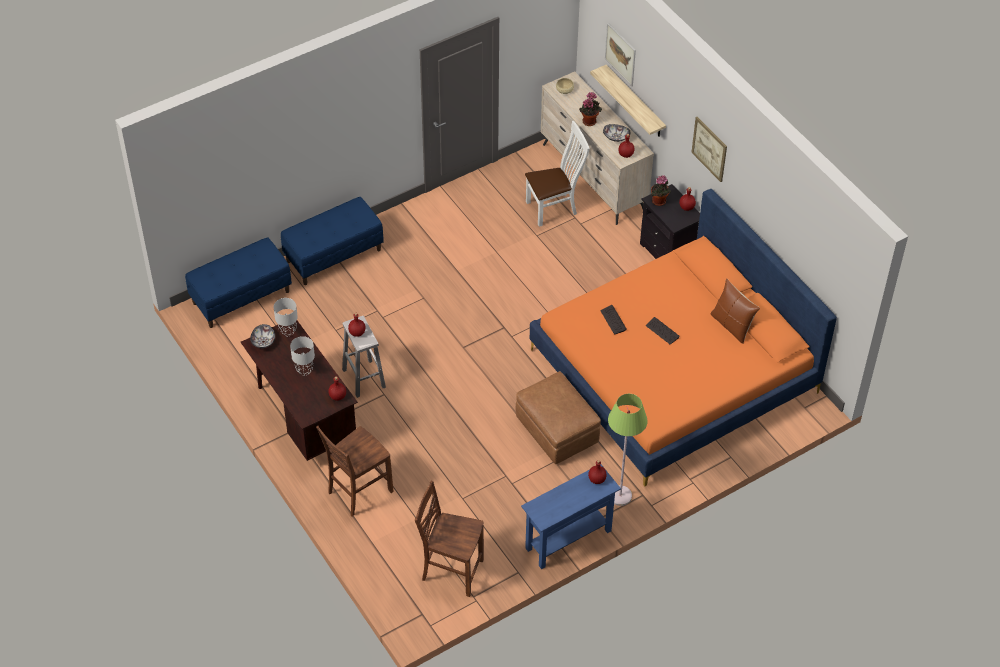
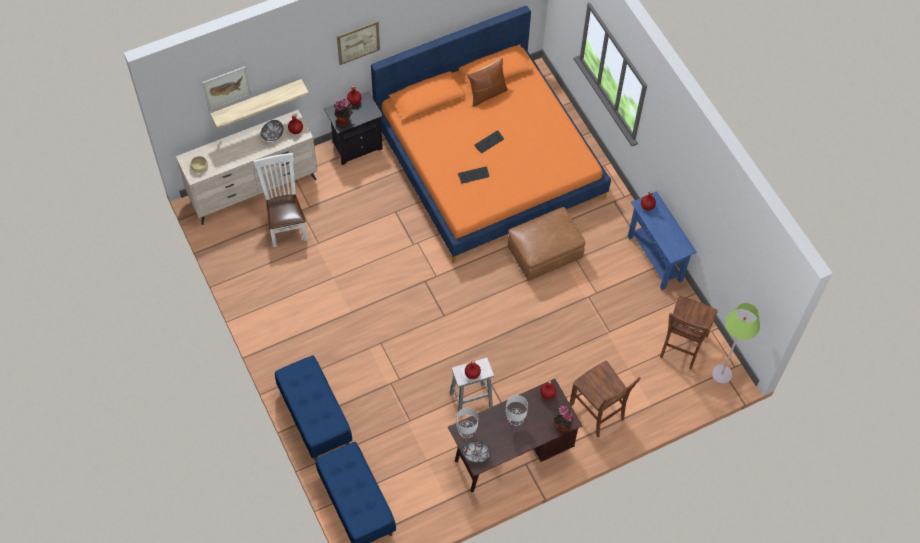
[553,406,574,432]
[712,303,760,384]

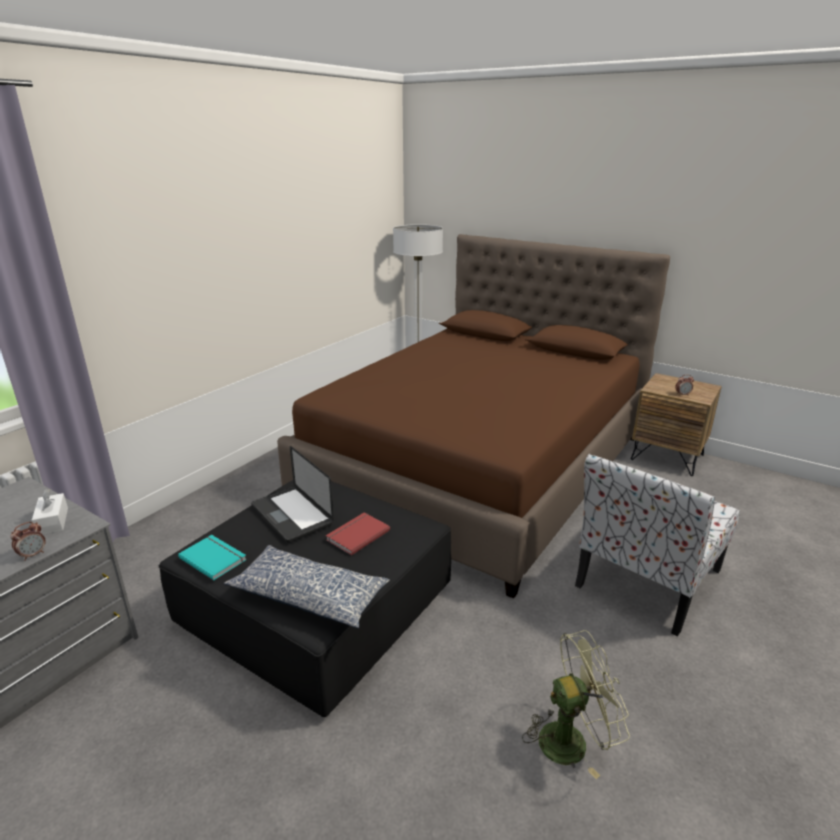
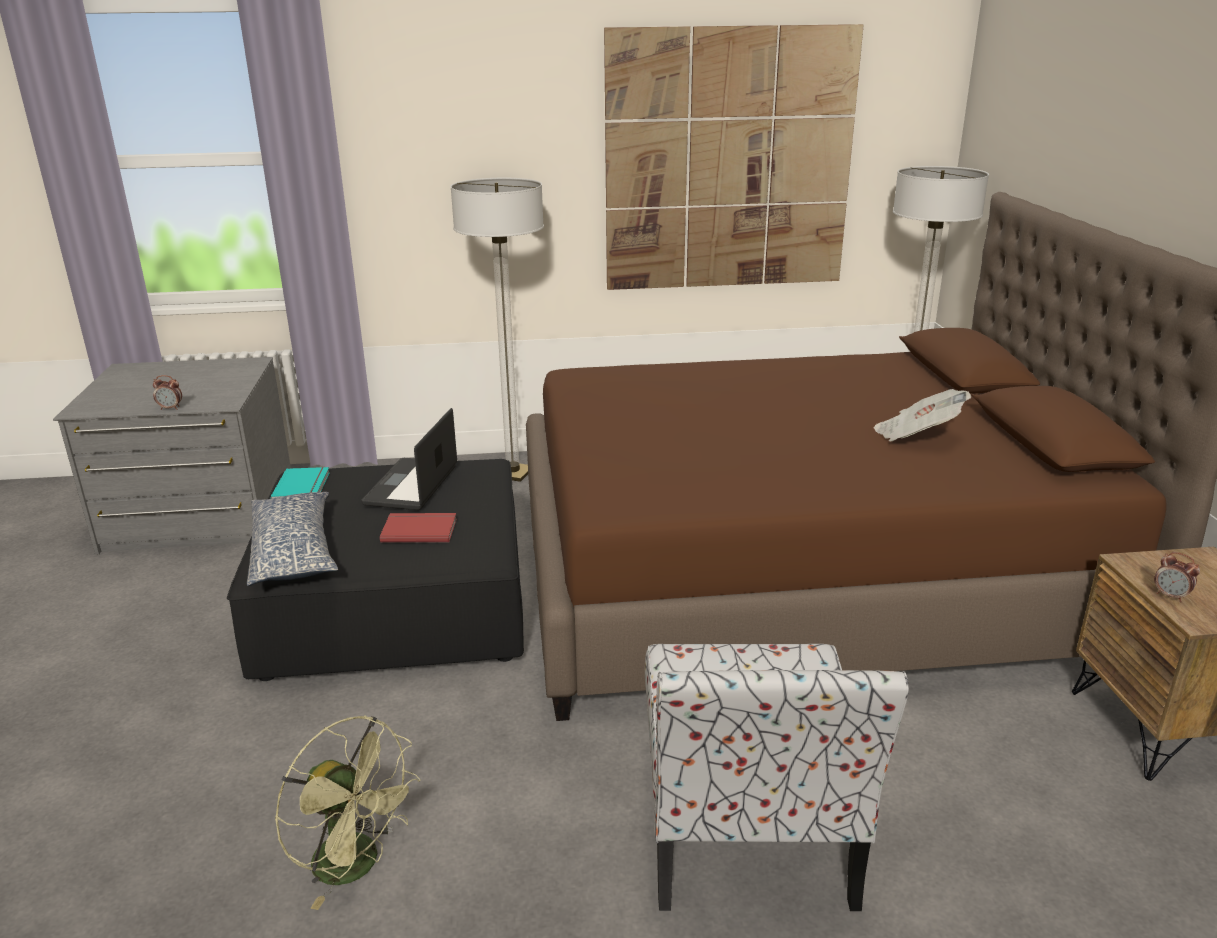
[645,644,909,911]
[32,489,68,535] (first image)
[604,24,864,290]
[450,178,544,482]
[874,389,971,441]

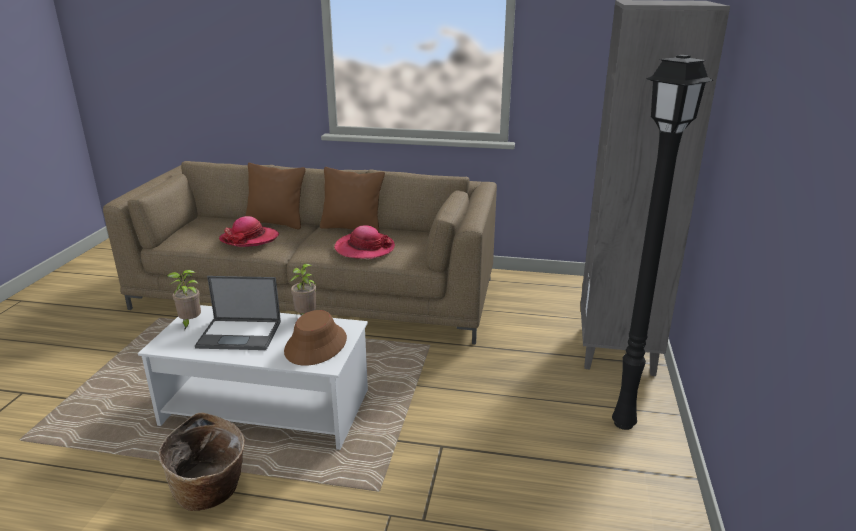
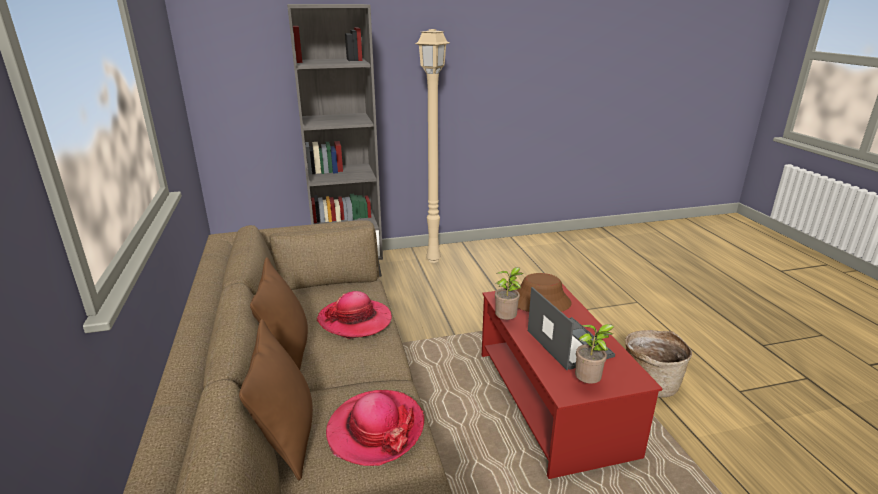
[415,29,450,263]
[482,284,663,479]

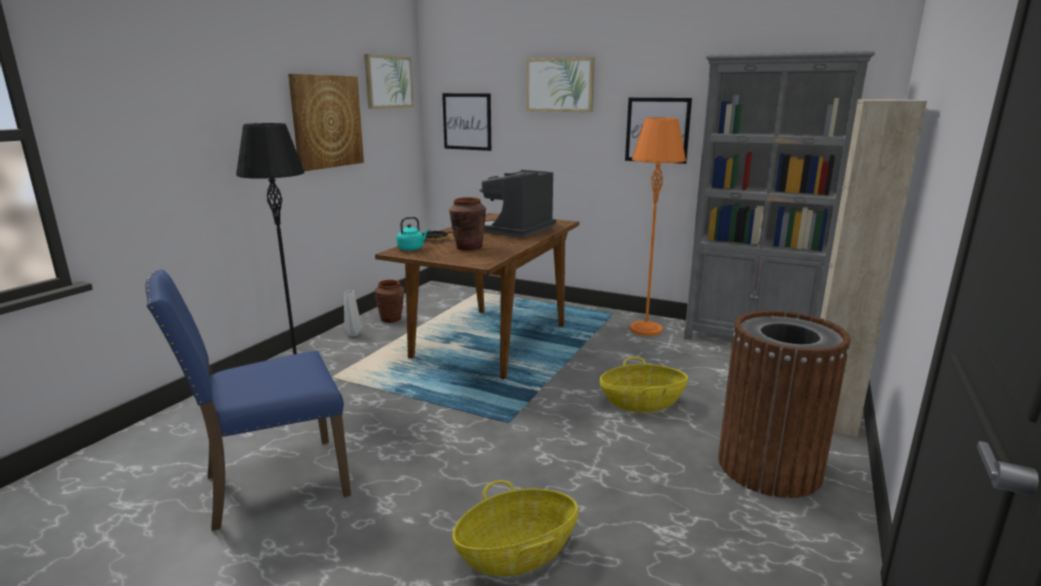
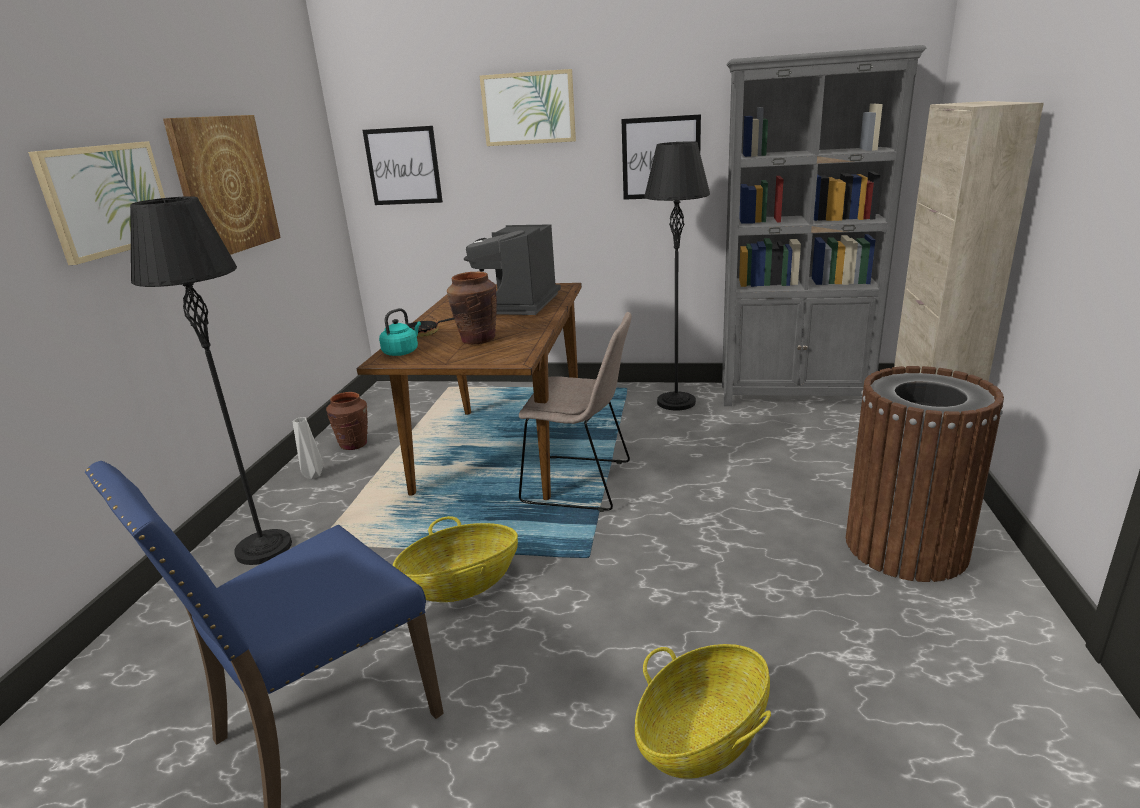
[28,141,165,265]
[644,141,710,410]
[393,516,518,602]
[519,312,632,512]

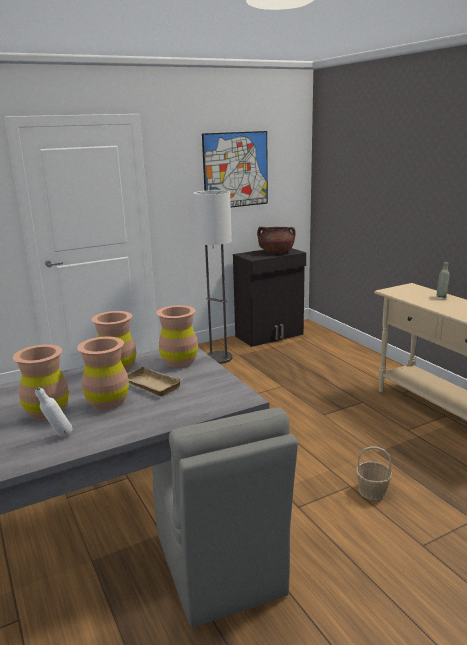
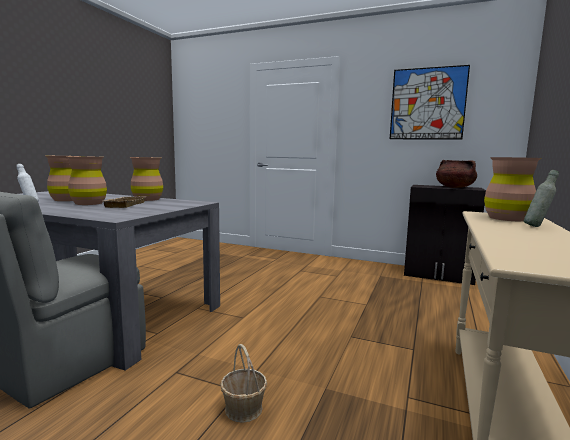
[193,190,232,364] (first image)
[484,157,541,221]

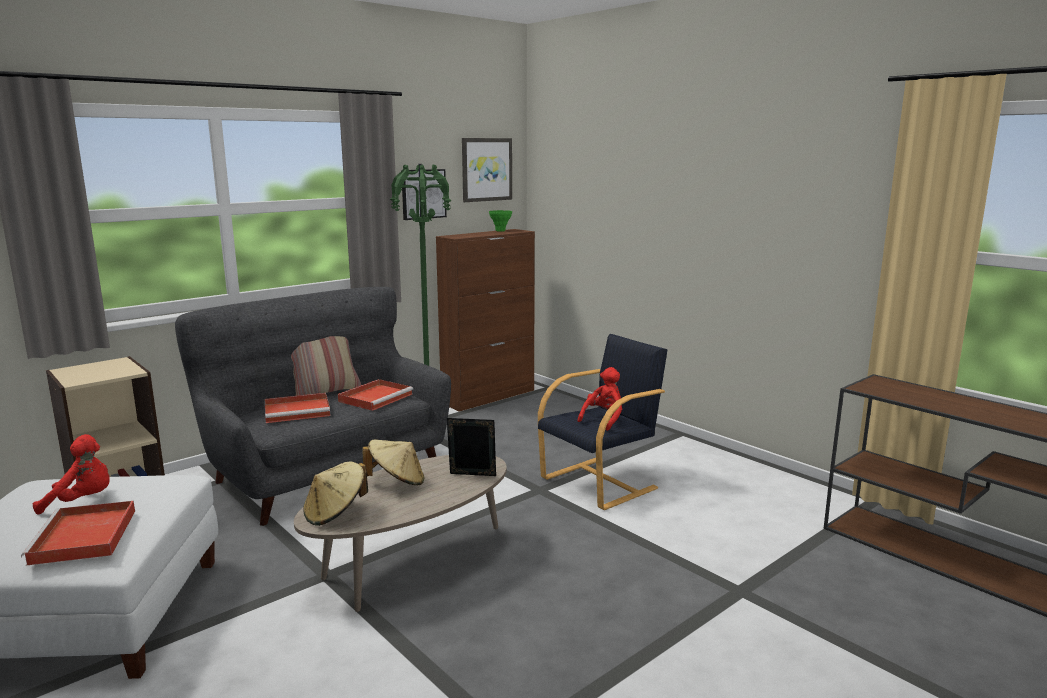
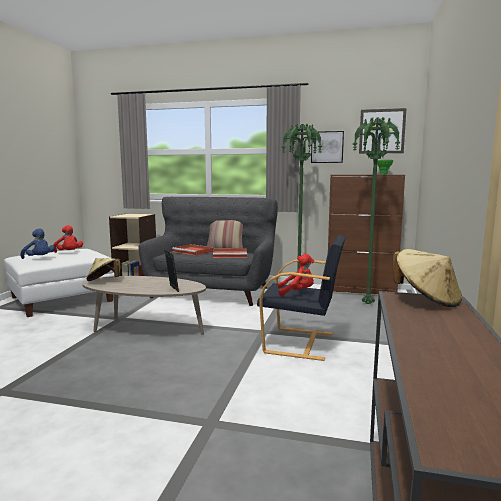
[392,249,462,307]
[21,228,55,259]
[353,117,401,304]

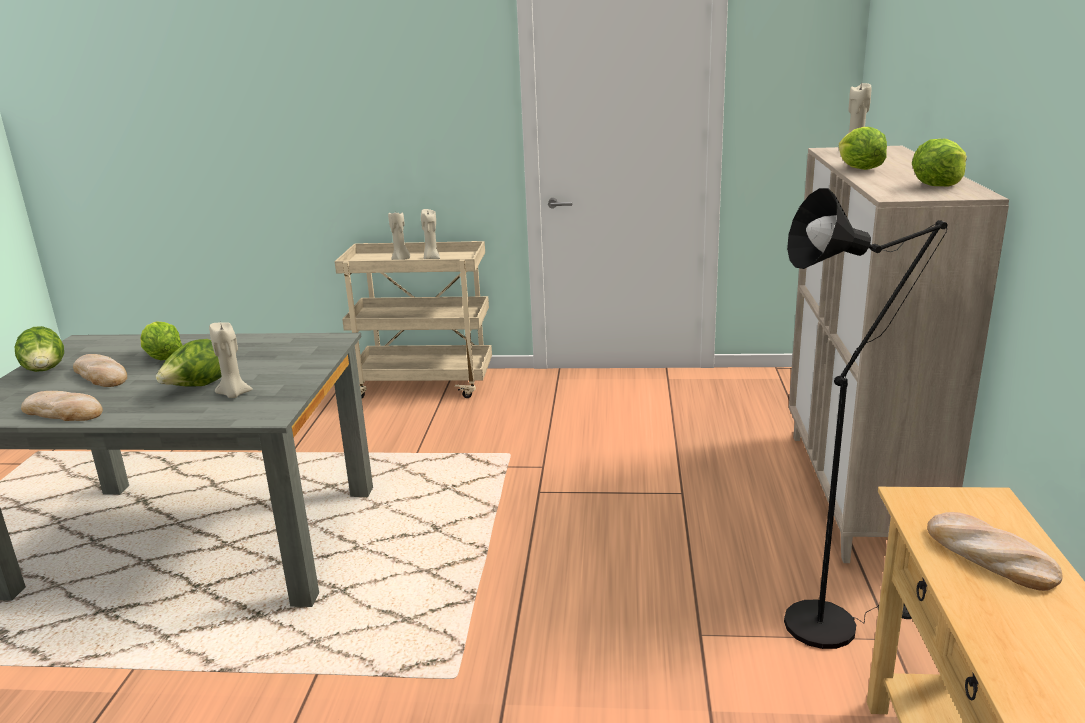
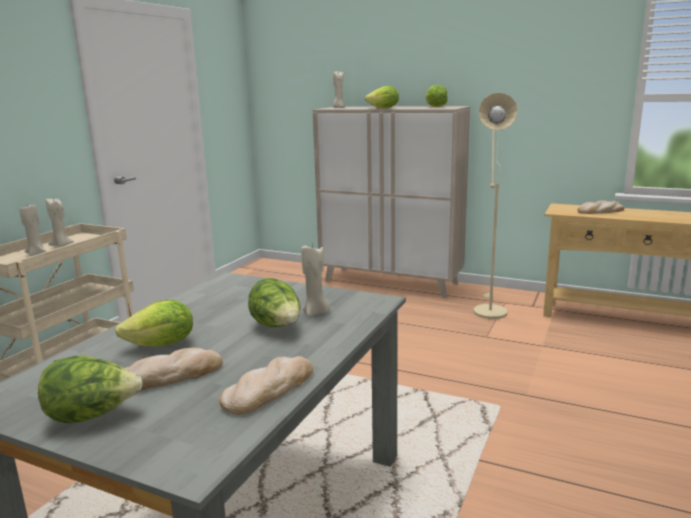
[473,92,518,319]

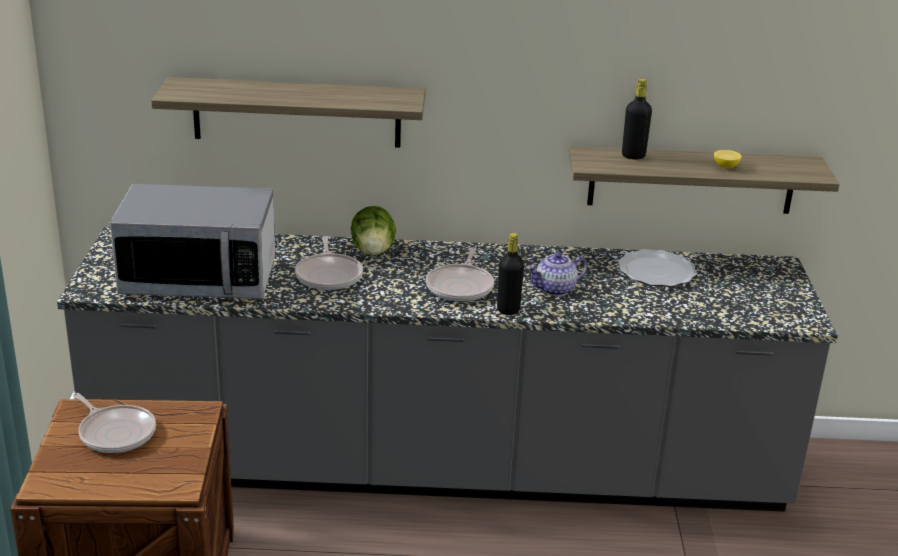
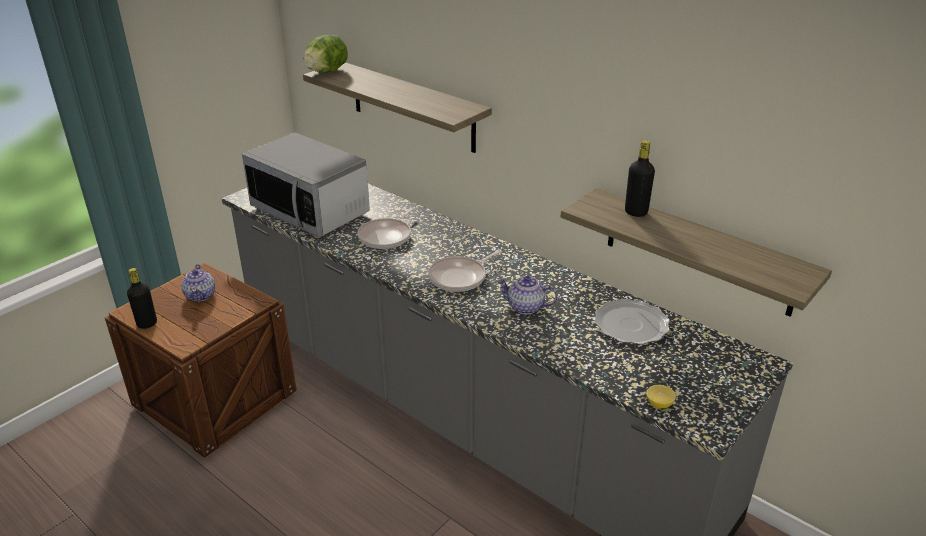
[646,385,676,408]
[304,35,348,72]
[127,268,157,329]
[181,264,215,302]

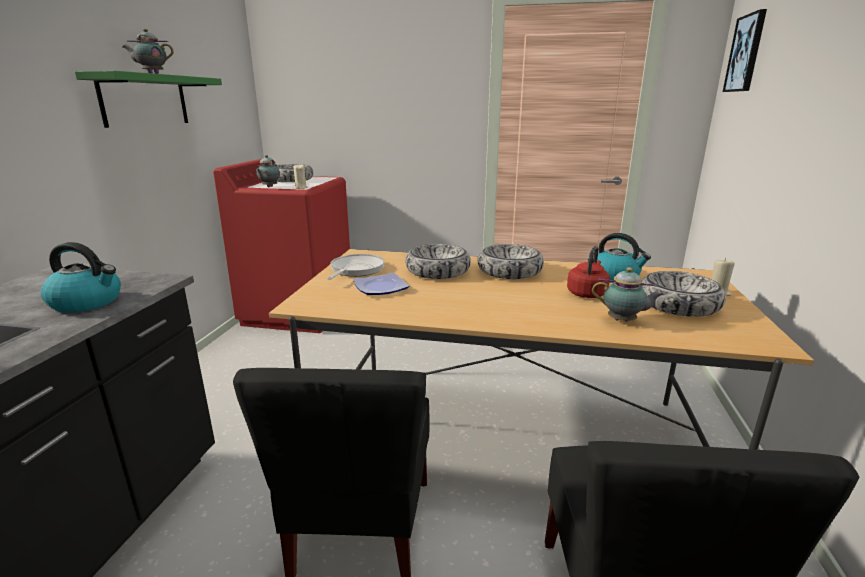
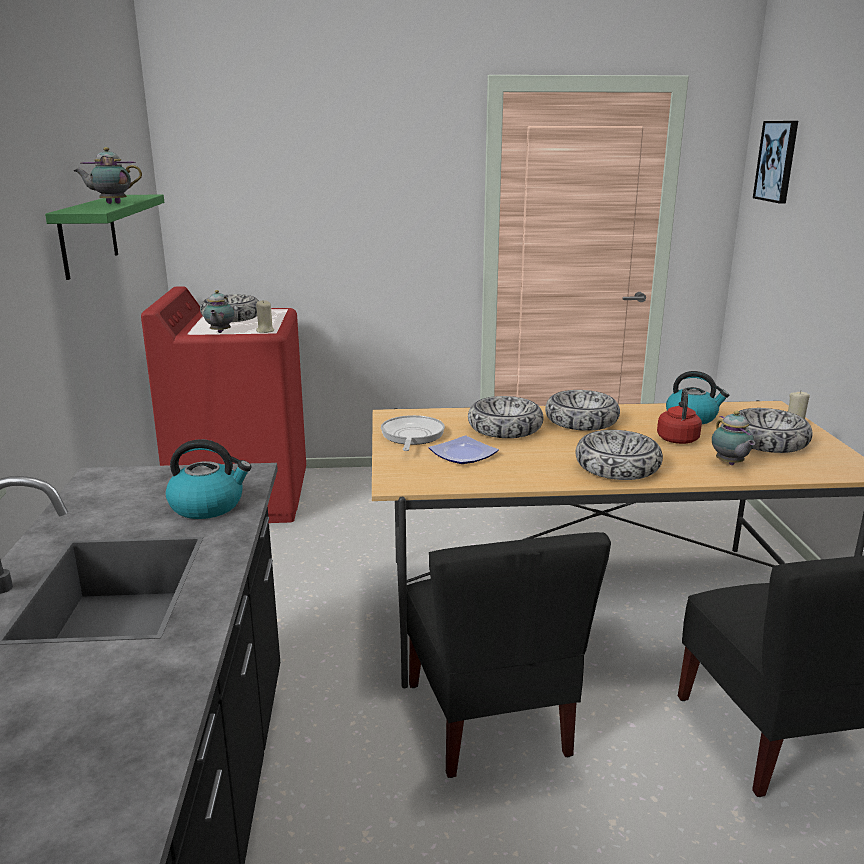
[712,411,755,465]
[576,430,663,480]

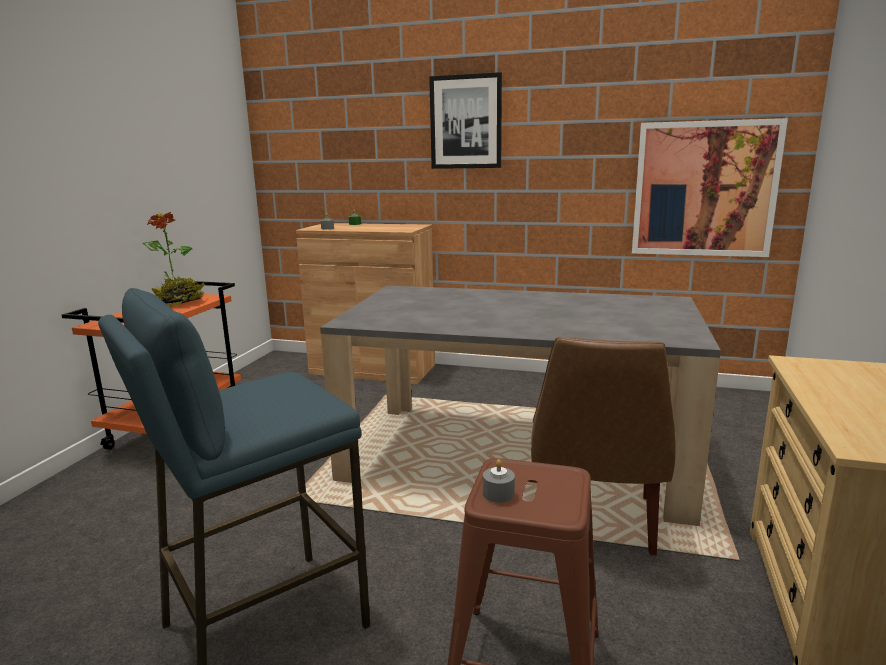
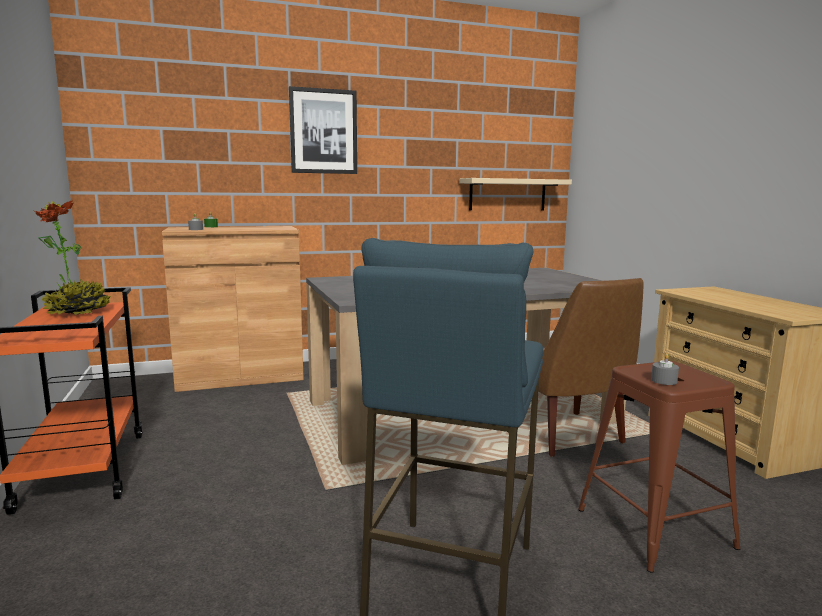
[459,178,572,211]

